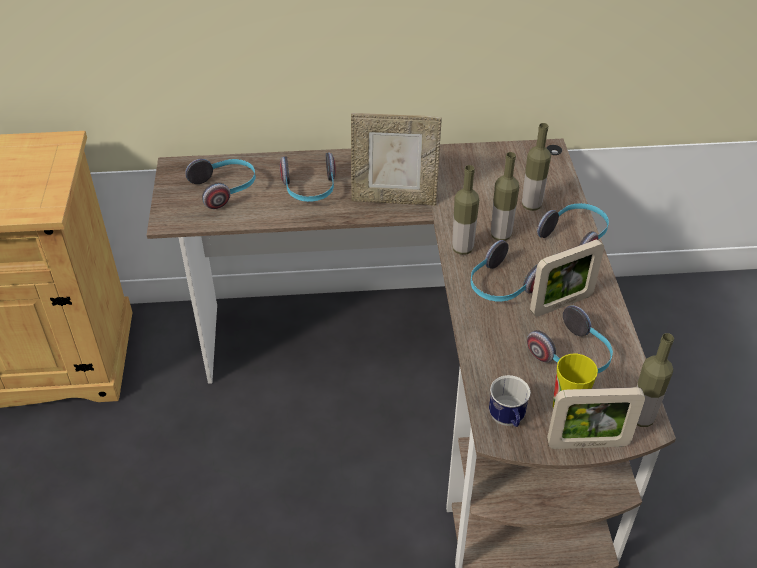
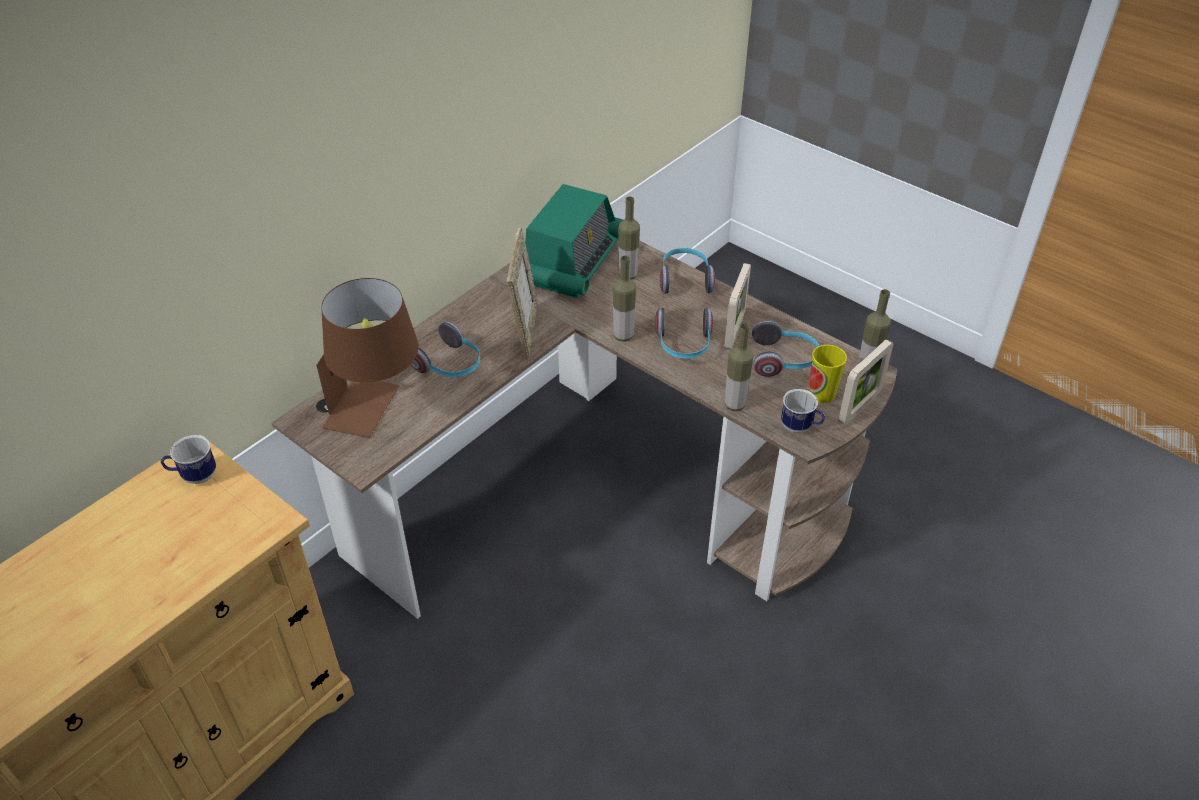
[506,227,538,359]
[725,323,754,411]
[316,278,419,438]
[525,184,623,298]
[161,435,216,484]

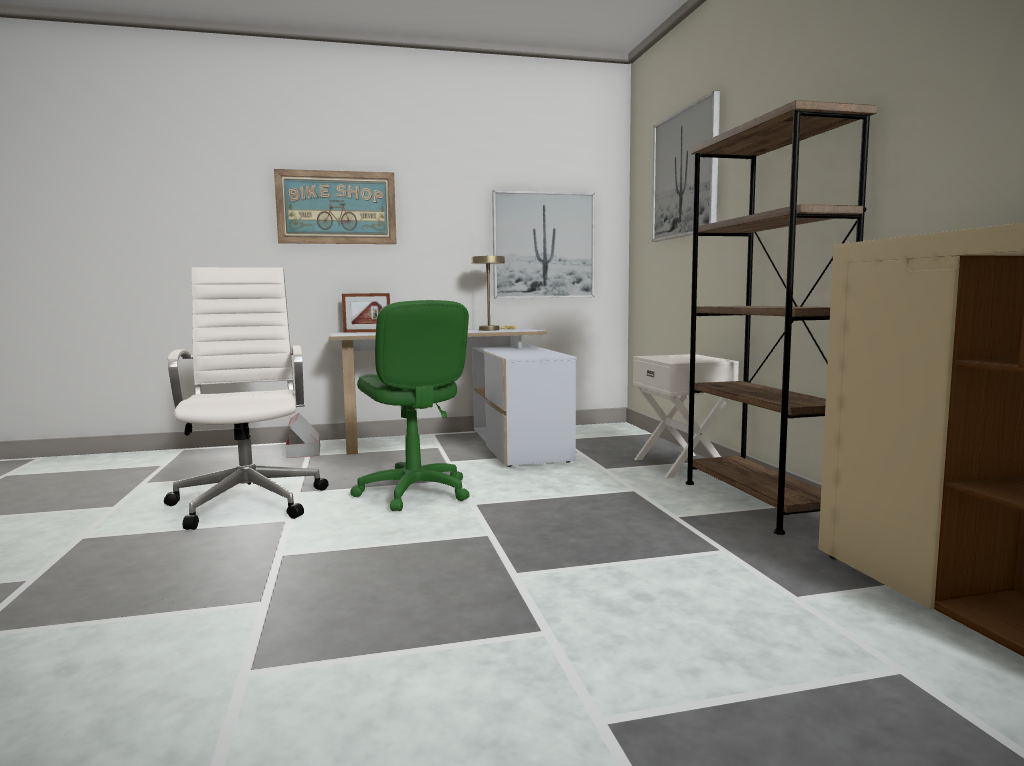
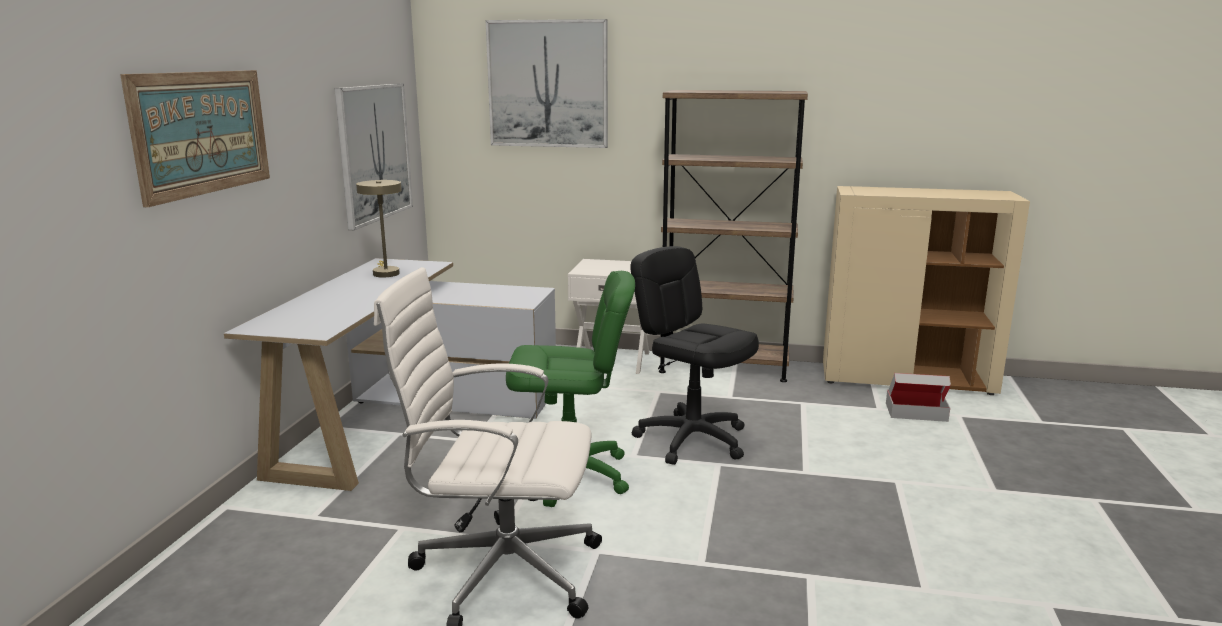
[342,293,390,333] (first image)
[886,373,951,422]
[630,246,759,465]

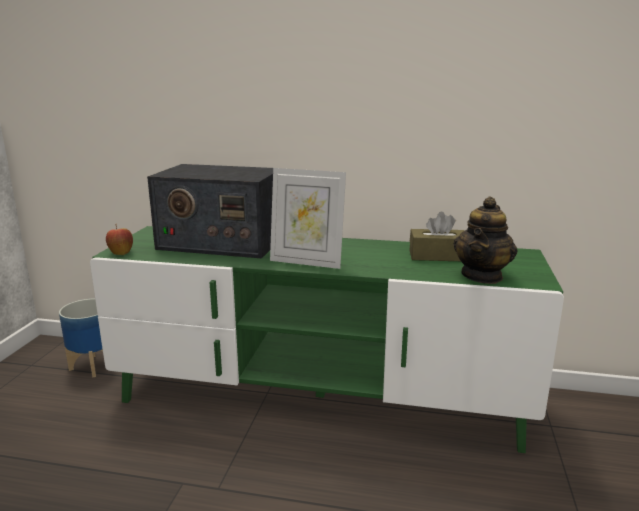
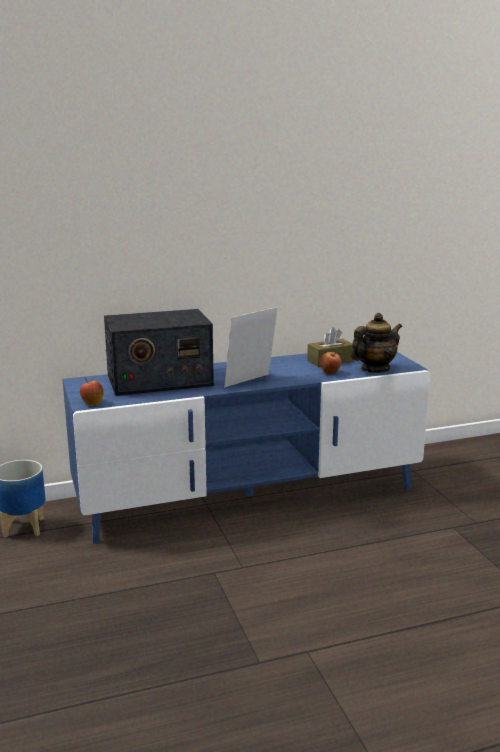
[224,307,278,387]
[351,313,402,373]
[62,352,430,544]
[320,352,341,374]

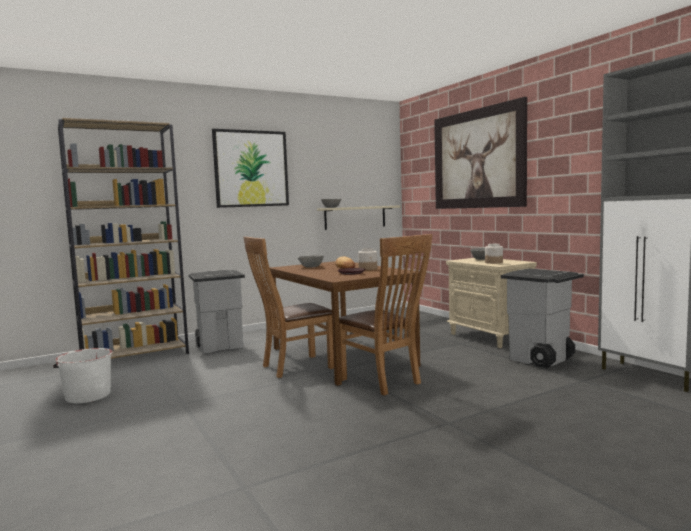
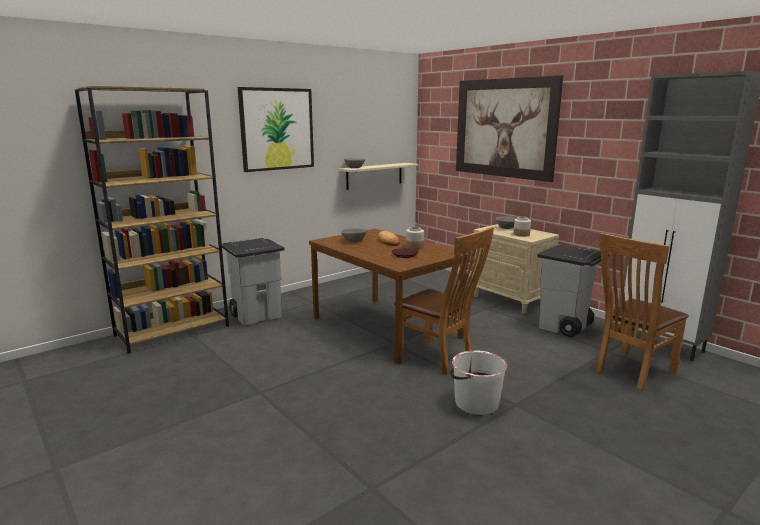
[595,233,689,390]
[450,350,507,415]

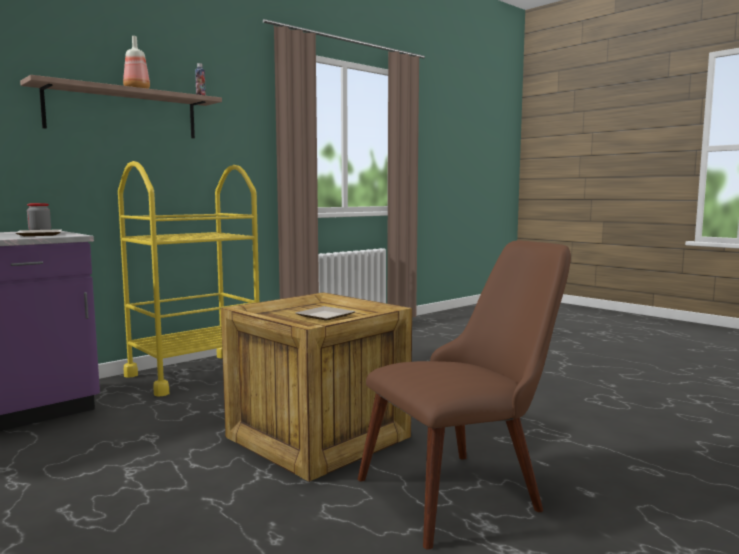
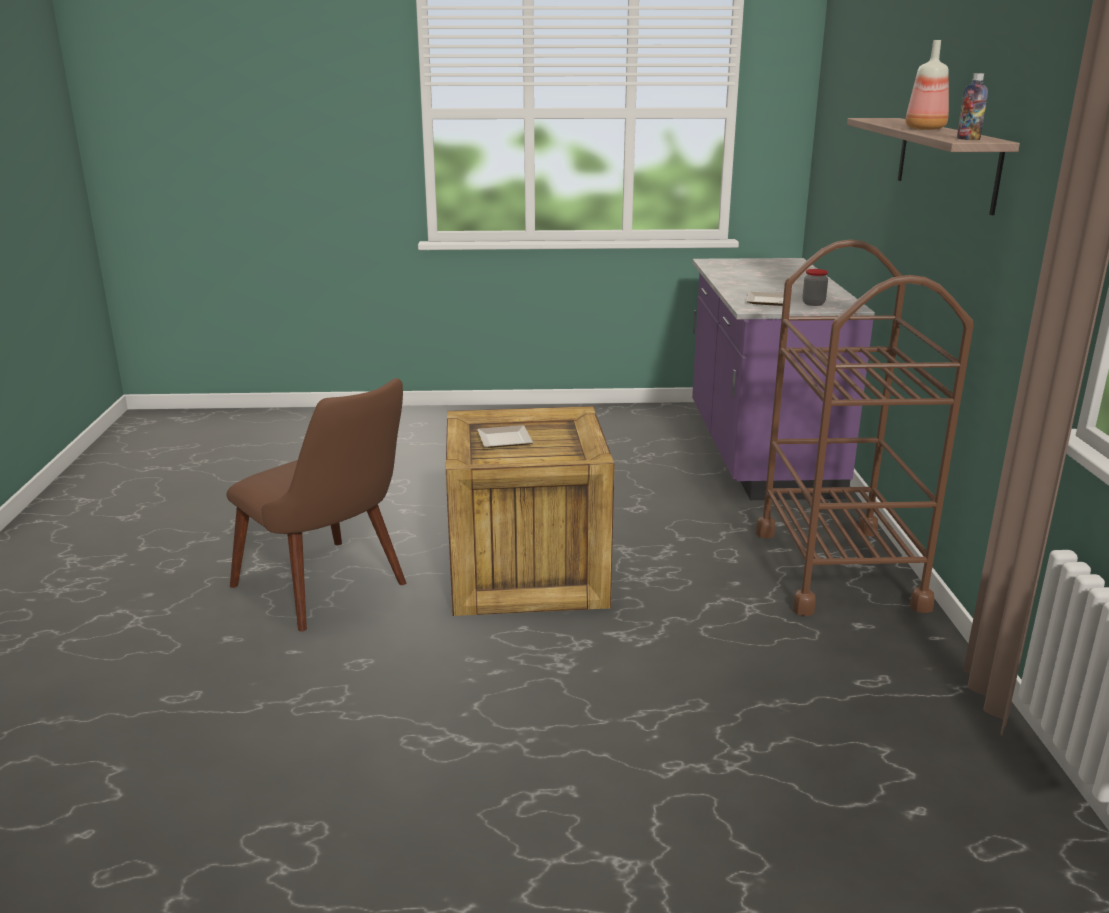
[756,239,974,616]
[227,378,406,632]

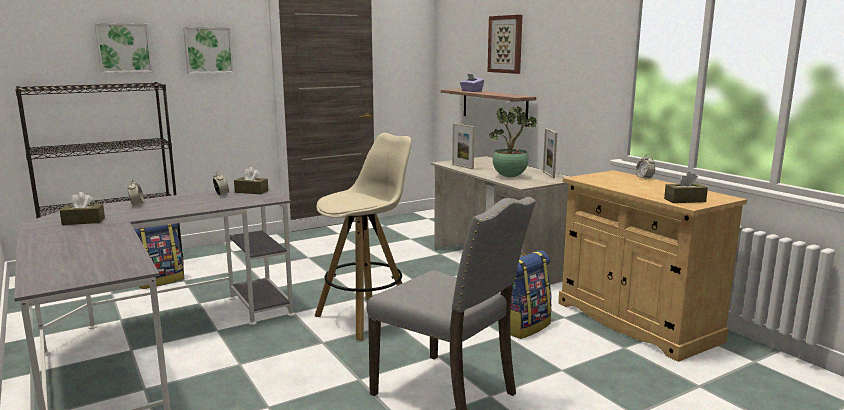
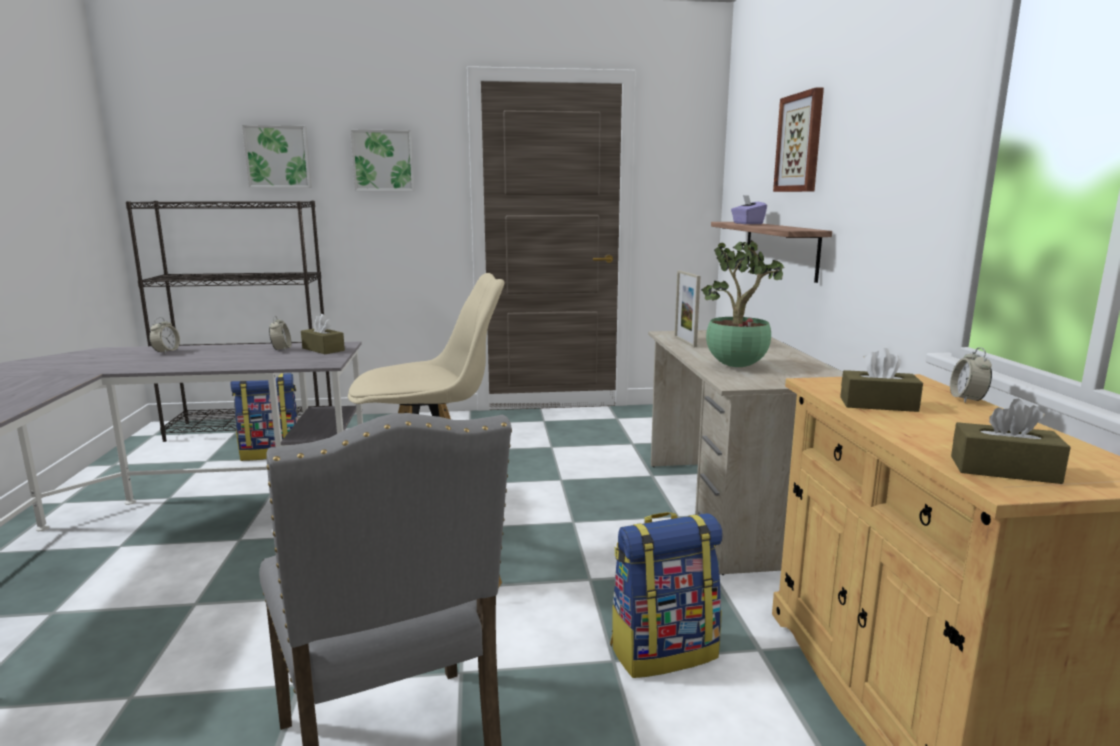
[543,128,557,178] (first image)
[840,348,923,412]

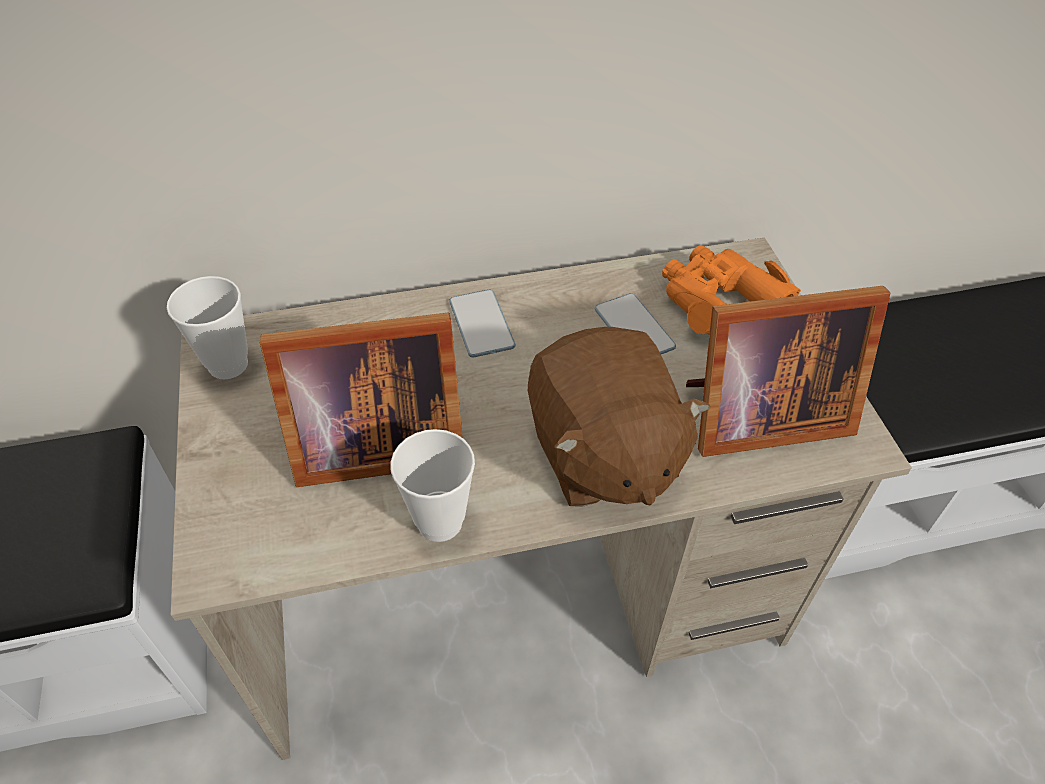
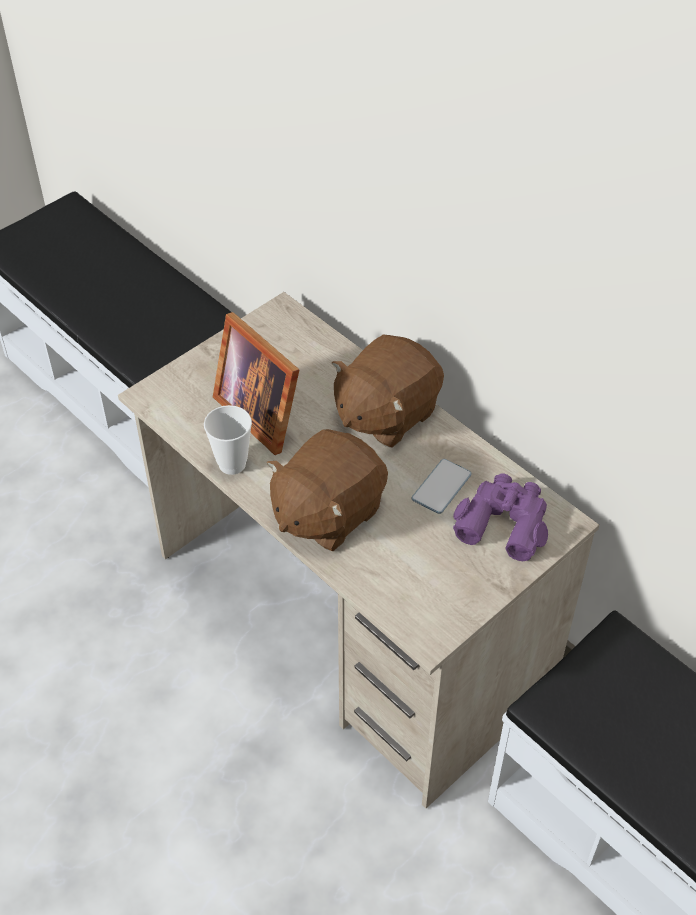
[453,473,548,561]
[167,276,248,379] (first image)
[686,286,891,457] (first image)
[332,334,444,448]

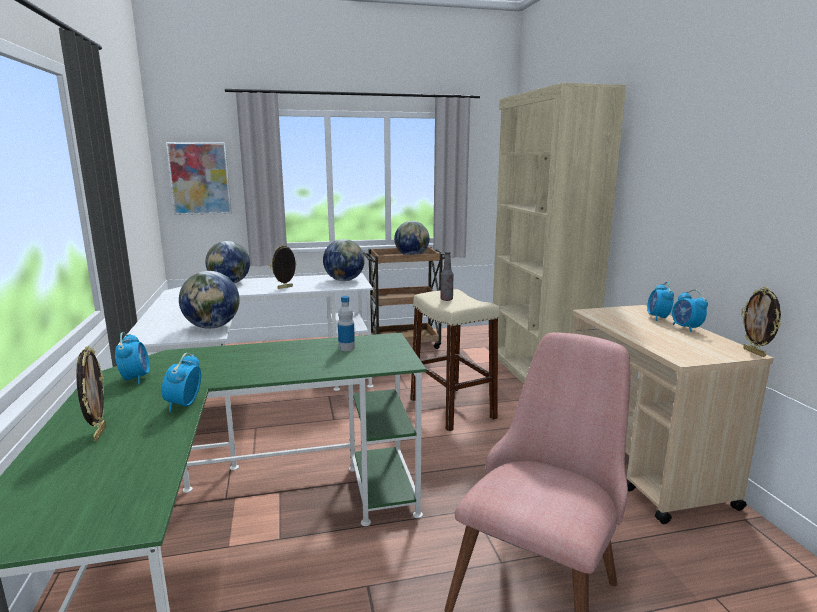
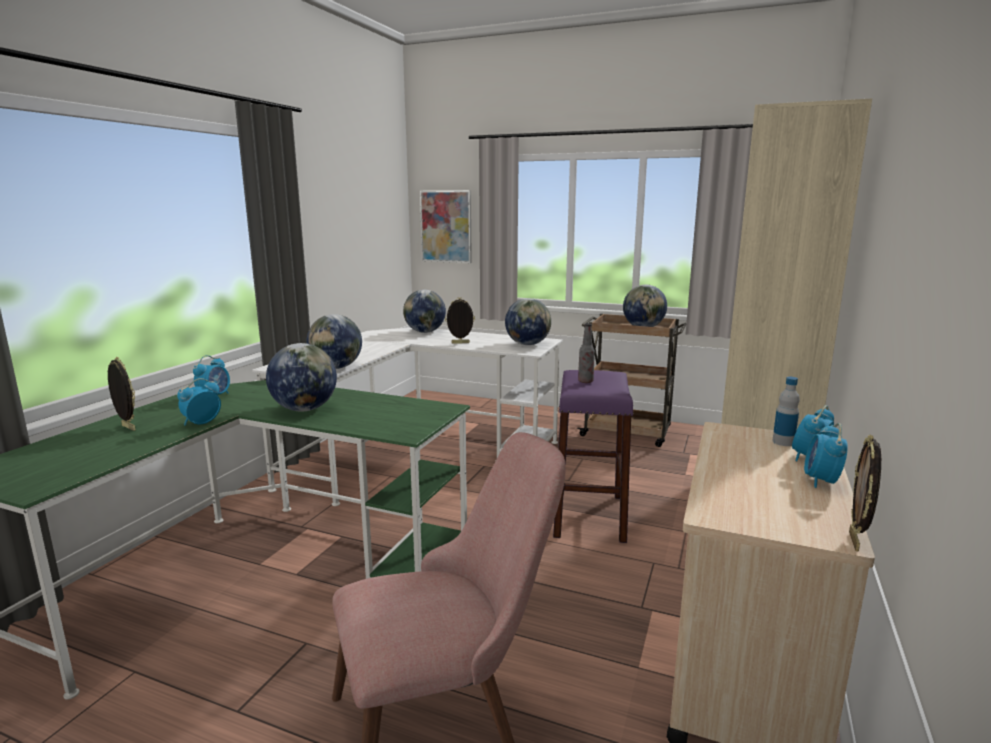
[553,370,634,543]
[772,377,800,446]
[108,357,135,431]
[266,343,337,411]

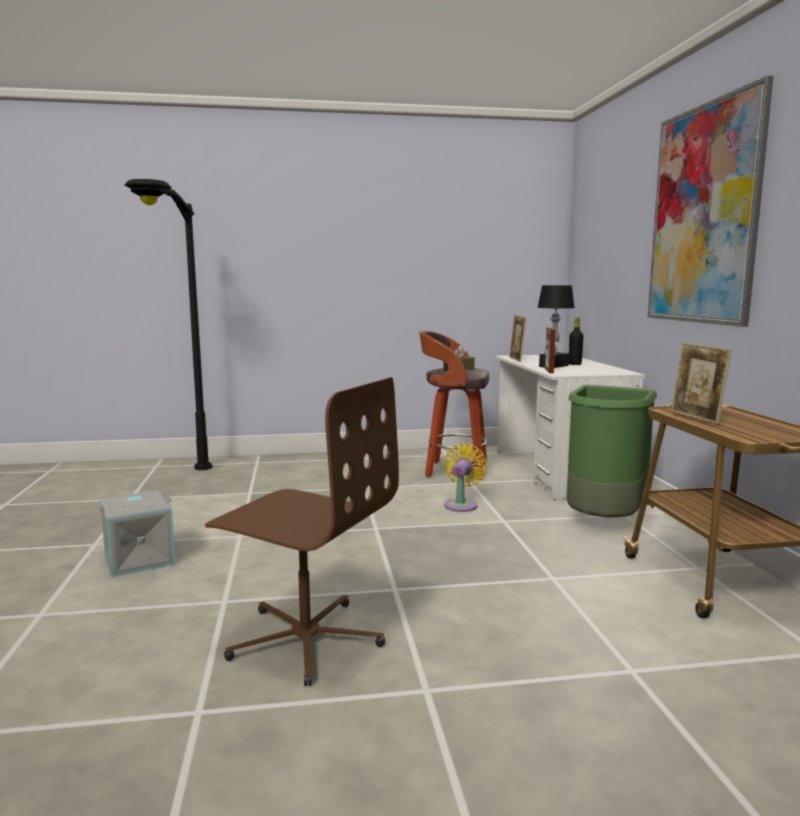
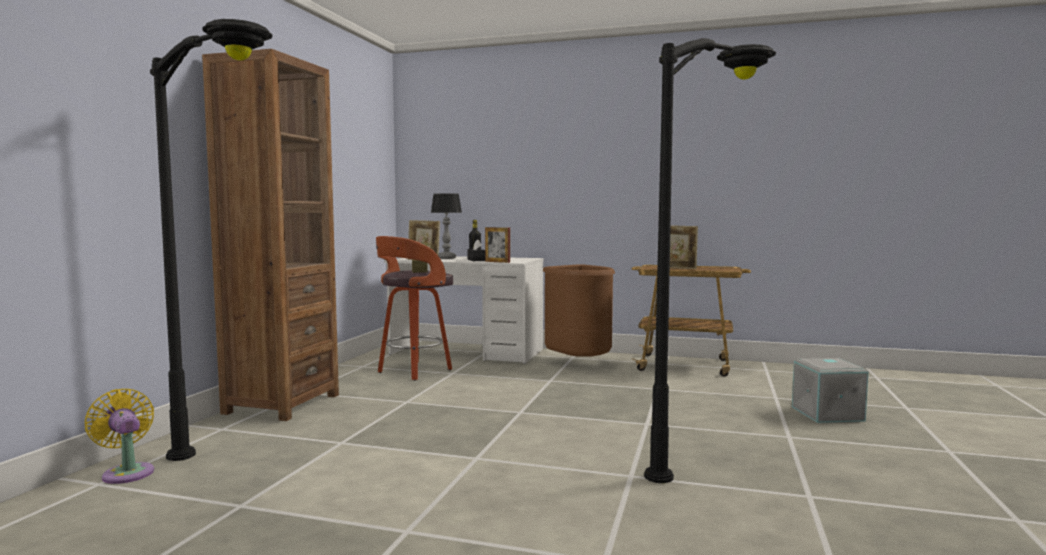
[648,76,774,327] (first image)
[644,38,776,483]
[543,264,615,357]
[85,389,154,484]
[792,358,868,423]
[202,49,339,421]

